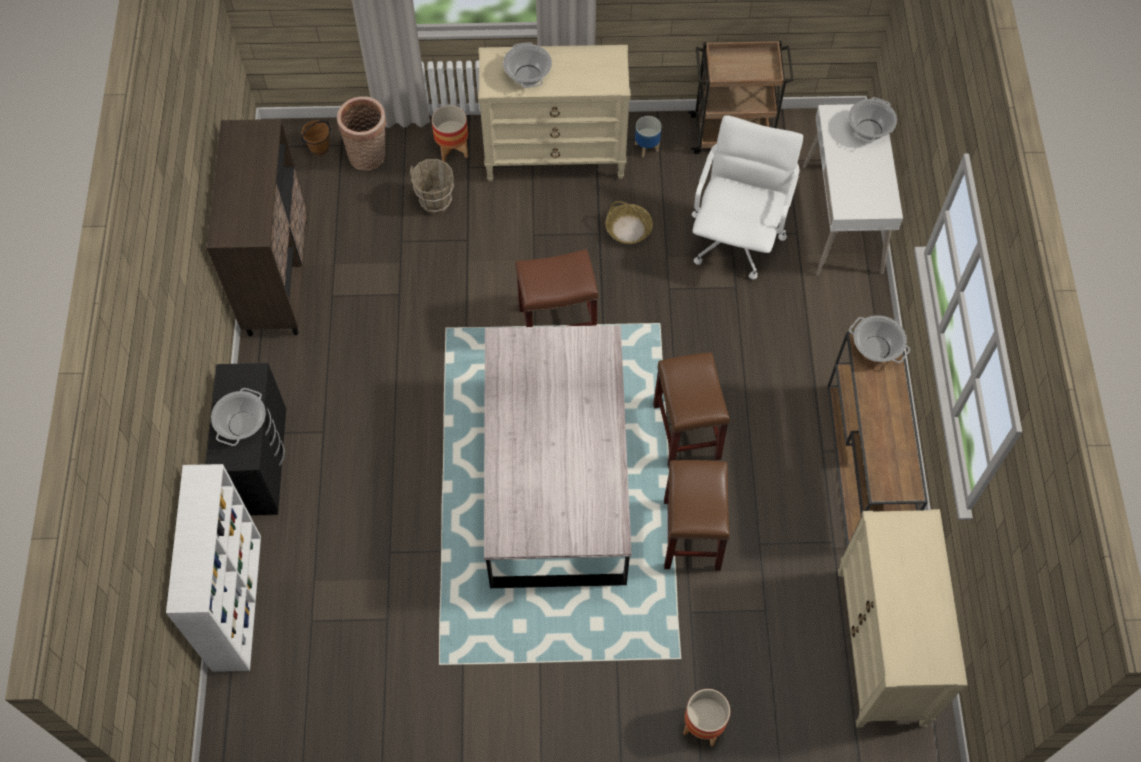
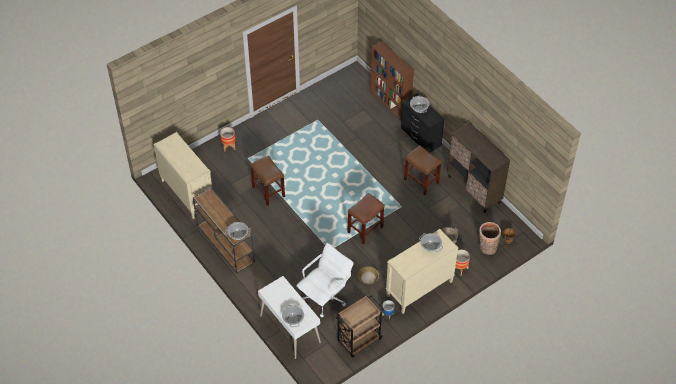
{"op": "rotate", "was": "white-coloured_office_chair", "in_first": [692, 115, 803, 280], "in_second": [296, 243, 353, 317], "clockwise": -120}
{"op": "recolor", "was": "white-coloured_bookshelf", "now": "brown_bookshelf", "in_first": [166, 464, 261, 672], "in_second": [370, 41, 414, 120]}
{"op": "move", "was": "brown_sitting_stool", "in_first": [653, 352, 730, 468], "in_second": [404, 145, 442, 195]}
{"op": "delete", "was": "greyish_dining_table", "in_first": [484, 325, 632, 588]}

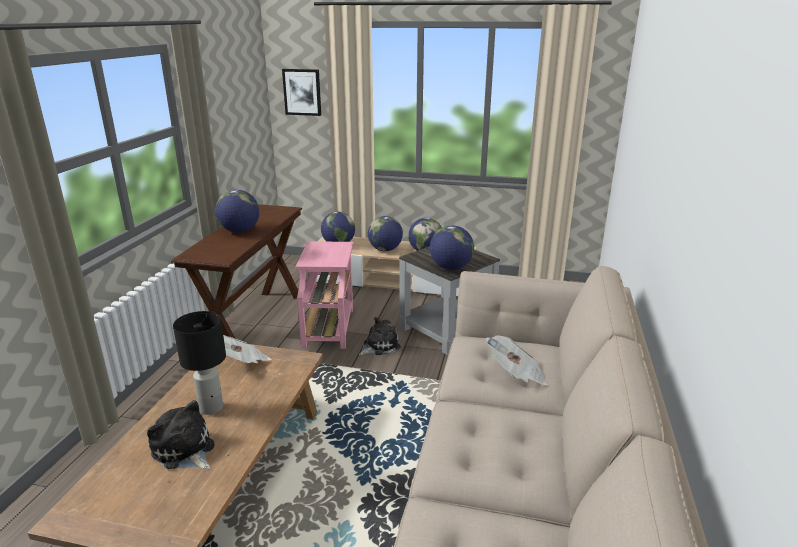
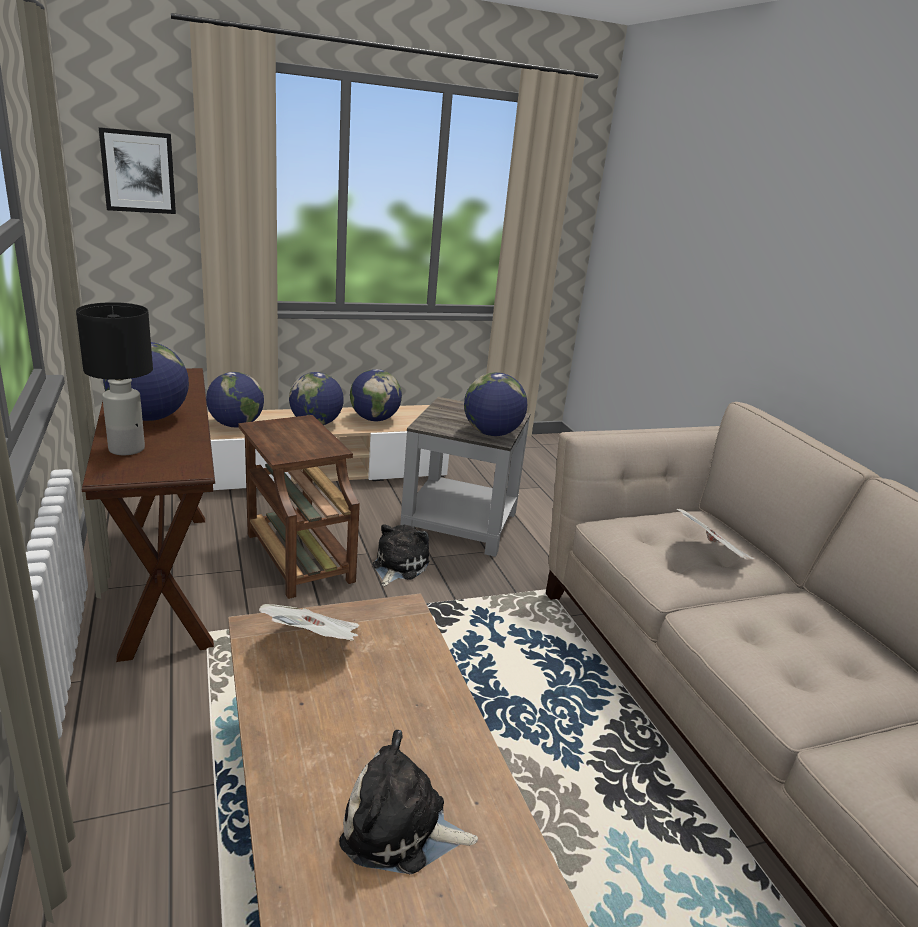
{"op": "move", "was": "black-coloured_tabletop_lamp", "in_first": [173, 311, 226, 415], "in_second": [76, 302, 153, 455]}
{"op": "recolor", "was": "pinkish_end_table", "now": "brown_end_table", "in_first": [296, 241, 354, 349], "in_second": [238, 415, 360, 599]}

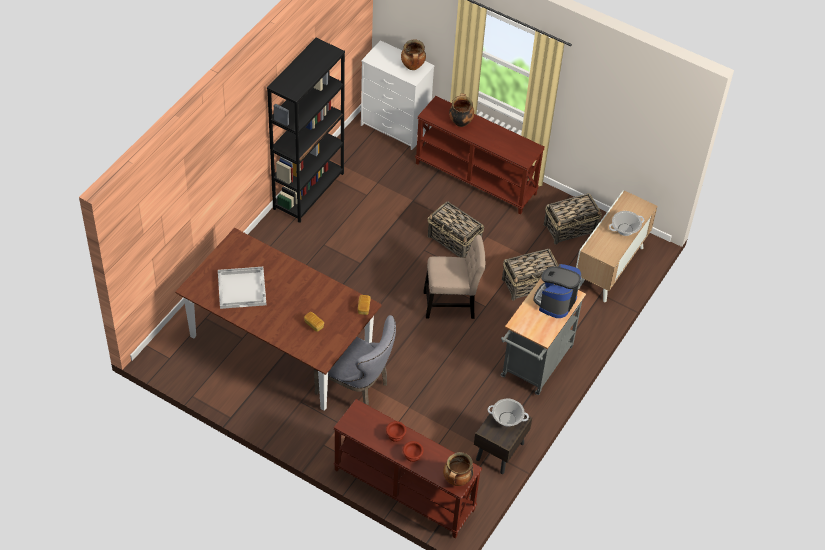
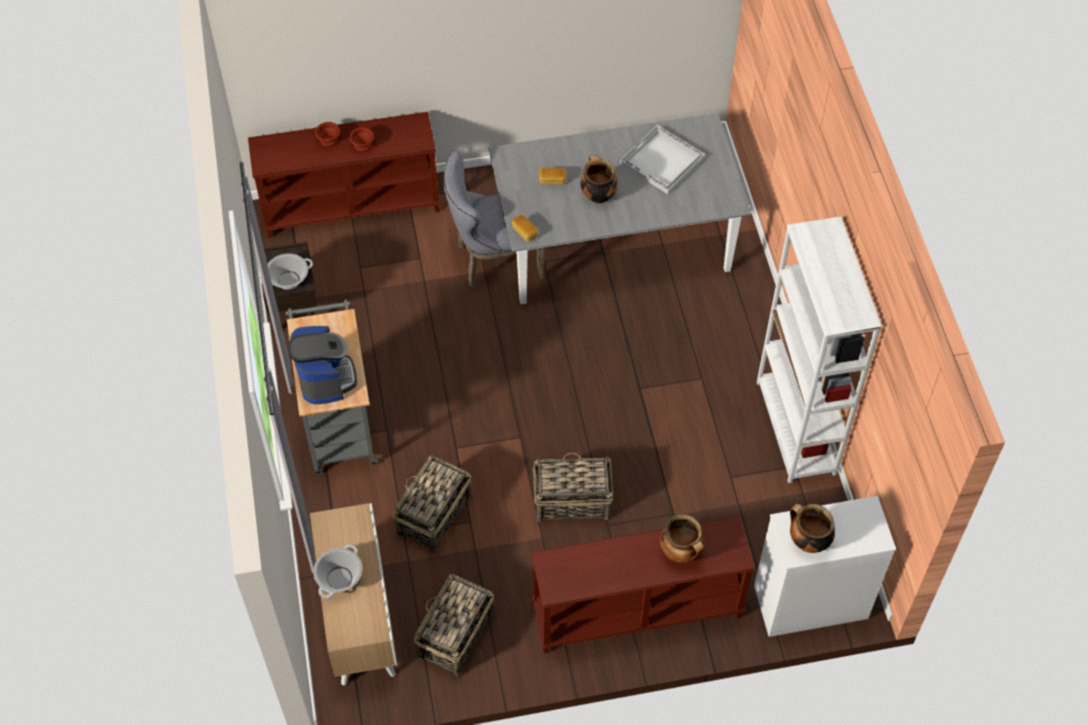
{"op": "recolor", "was": "brown_dining_table", "now": "greyish_dining_table", "in_first": [175, 228, 382, 411], "in_second": [488, 113, 751, 304]}
{"op": "move", "was": "saucepot", "in_first": [443, 452, 474, 486], "in_second": [580, 155, 618, 203]}
{"op": "recolor", "was": "black-coloured_bookshelf", "now": "white-coloured_bookshelf", "in_first": [267, 38, 345, 223], "in_second": [757, 216, 882, 483]}
{"op": "delete", "was": "beige_upright_chair", "in_first": [423, 235, 486, 319]}

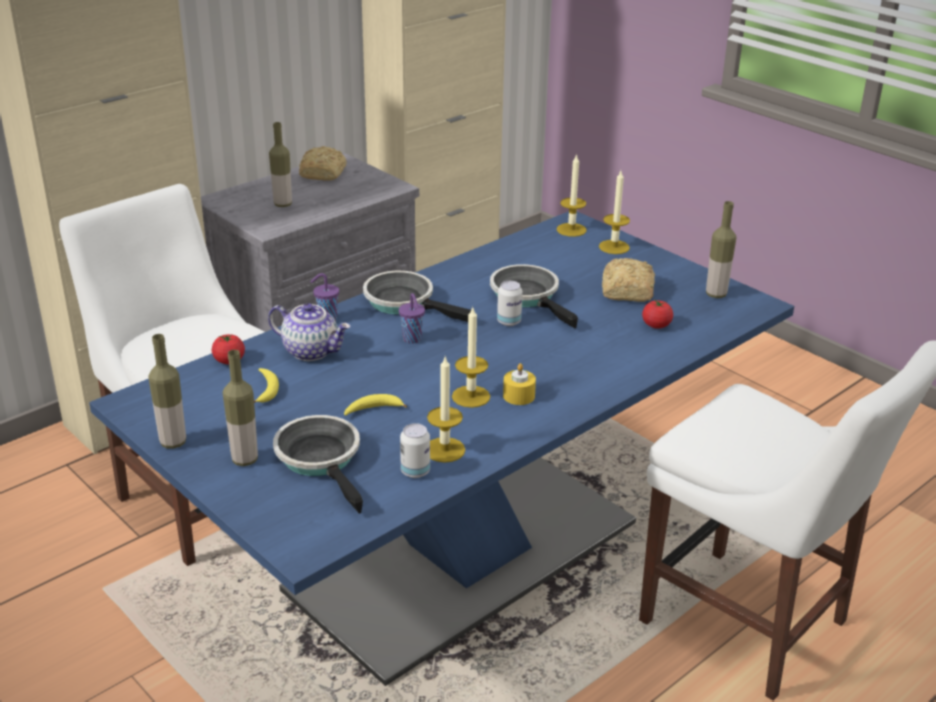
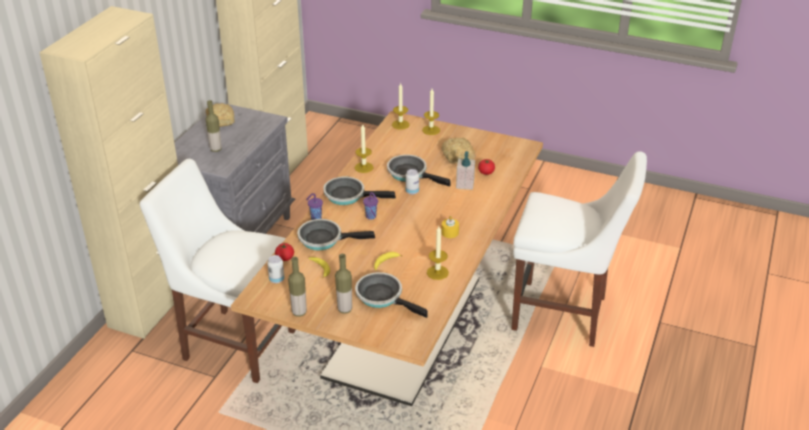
{"op": "recolor", "was": "blue_dining_table", "now": "beige_dining_table", "in_first": [89, 211, 794, 686], "in_second": [231, 111, 543, 406]}
{"op": "move", "was": "sealed_can", "in_first": [400, 423, 430, 478], "in_second": [267, 255, 285, 283]}
{"op": "replace", "was": "tea_pot", "now": "skillet", "in_first": [268, 303, 351, 361], "in_second": [297, 219, 375, 250]}
{"op": "move", "was": "candle", "in_first": [452, 308, 490, 408], "in_second": [355, 124, 374, 173]}
{"op": "insert", "now": "soap_bottle", "in_second": [456, 151, 475, 190]}
{"op": "delete", "was": "beverage_bottle", "in_first": [706, 201, 736, 298]}

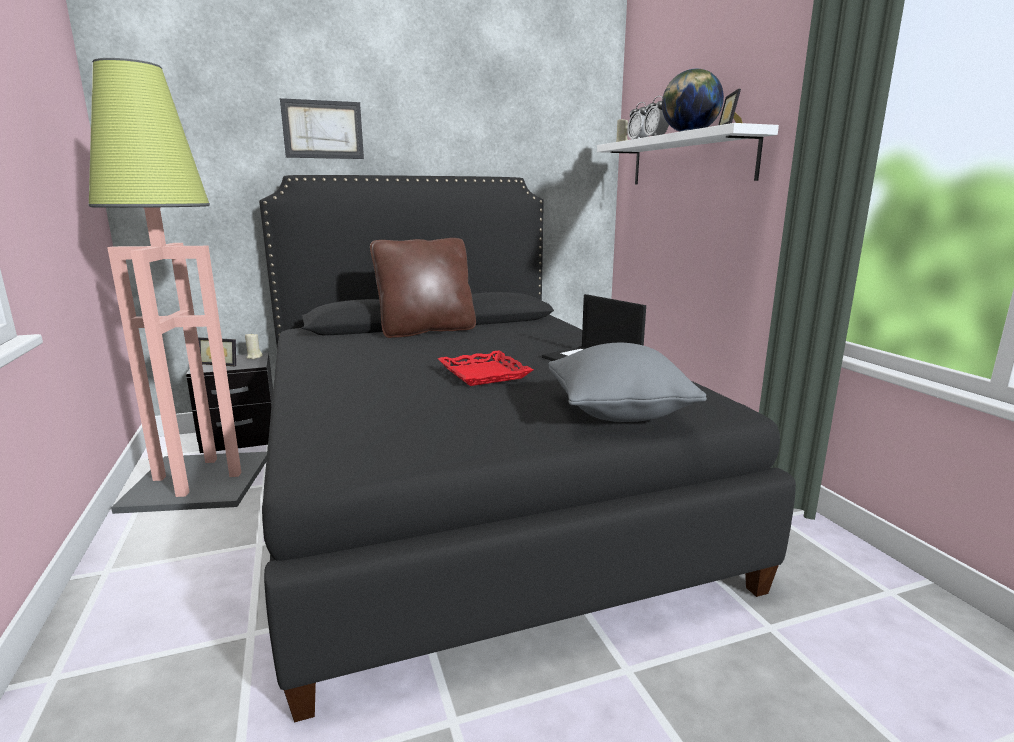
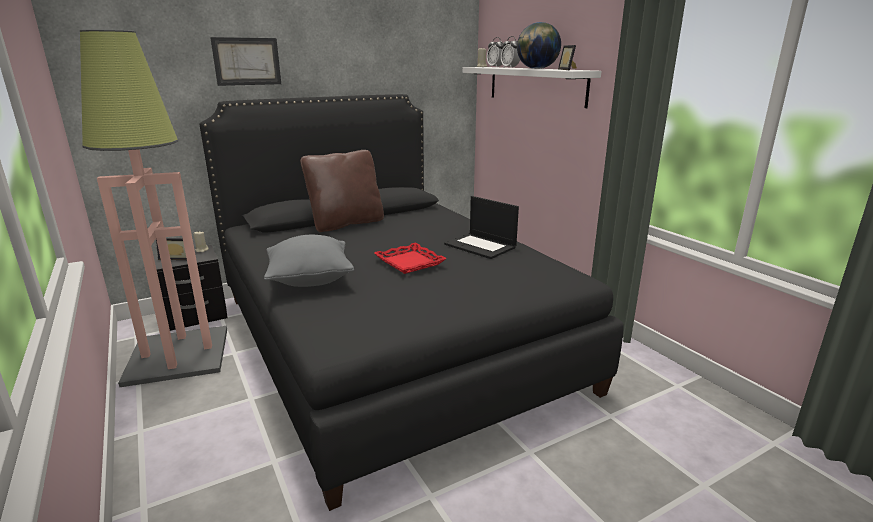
{"op": "move", "was": "greyish_cushion", "in_first": [549, 343, 707, 422], "in_second": [264, 235, 354, 287]}

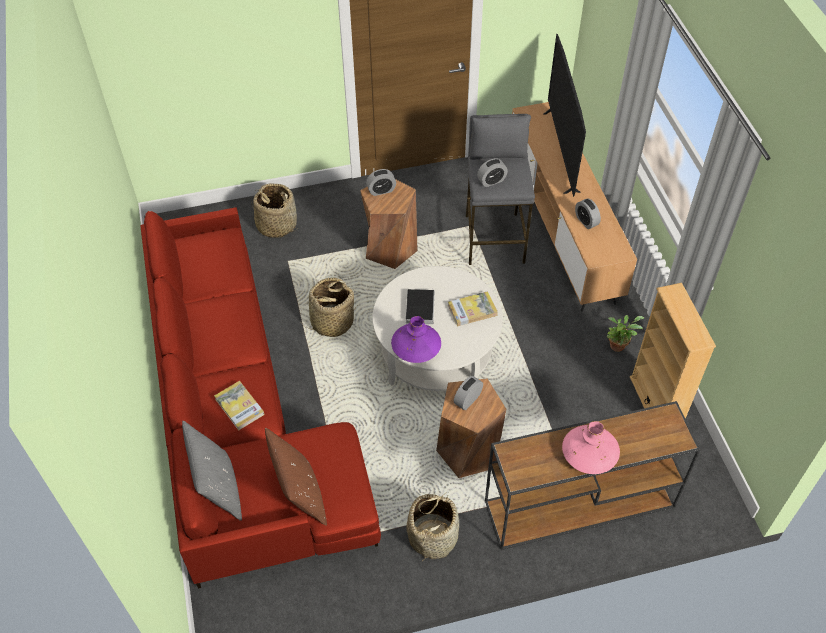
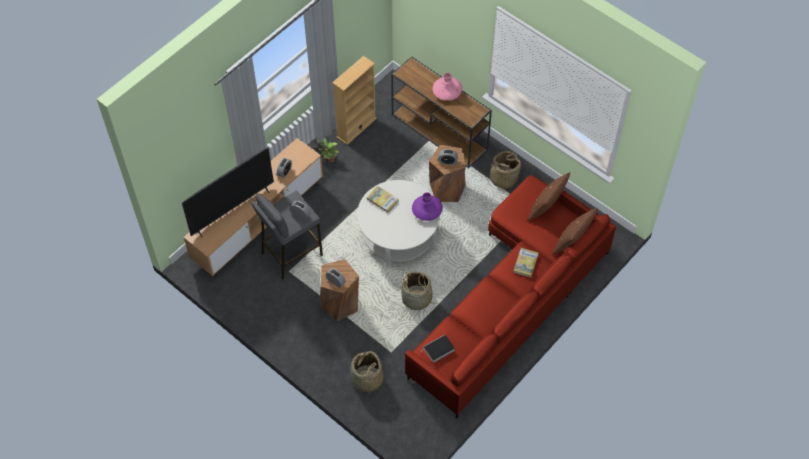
{"op": "move", "was": "volume", "in_first": [406, 289, 435, 324], "in_second": [421, 335, 455, 363]}
{"op": "recolor", "was": "greyish_cushion", "now": "brown_cushion", "in_first": [182, 421, 242, 521], "in_second": [553, 208, 598, 255]}

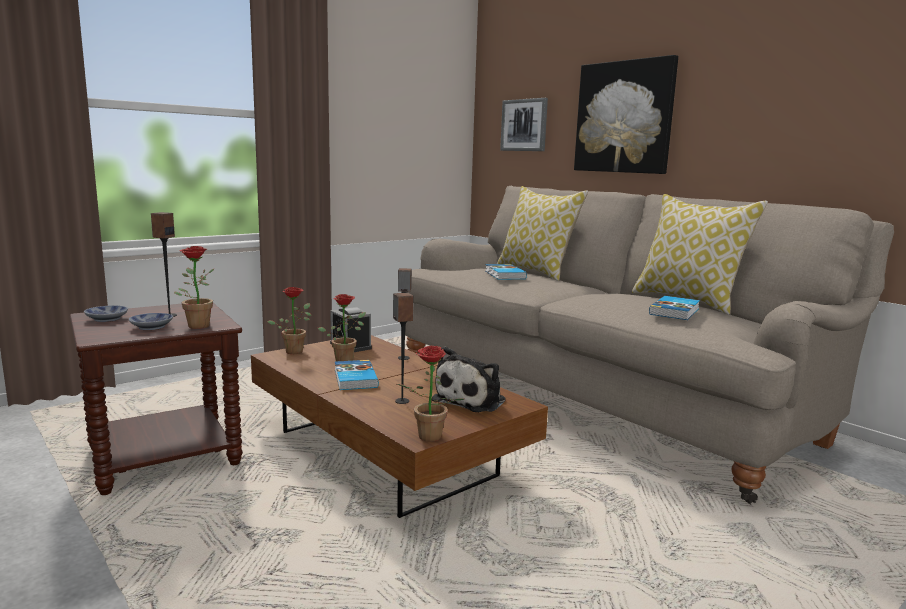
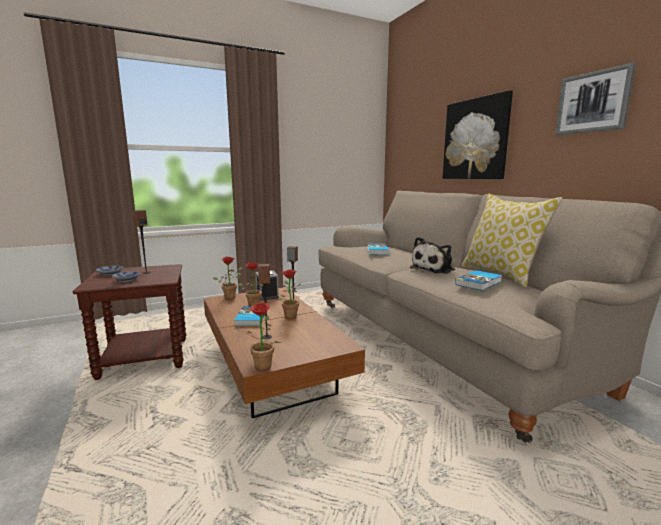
{"op": "move", "was": "plant_in_a_pot", "in_first": [174, 246, 214, 329], "in_second": [278, 270, 301, 319]}
{"op": "move", "was": "soft_toy", "in_first": [432, 346, 506, 412], "in_second": [410, 237, 455, 274]}
{"op": "move", "was": "wall_art", "in_first": [500, 98, 548, 151], "in_second": [555, 63, 636, 135]}
{"op": "delete", "was": "cushion", "in_first": [497, 186, 588, 281]}

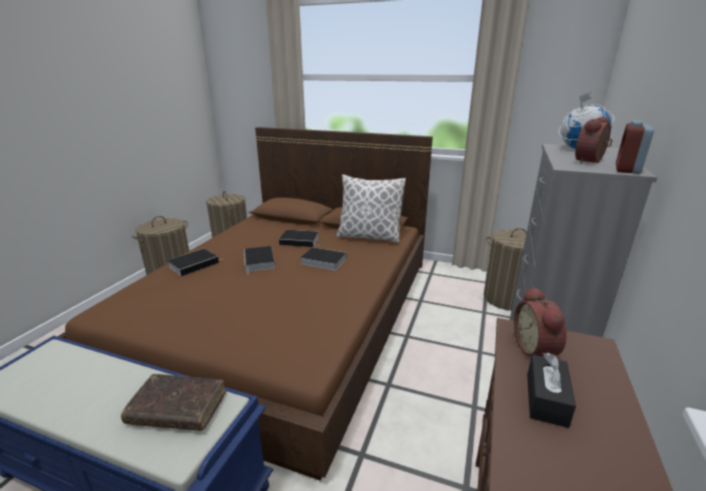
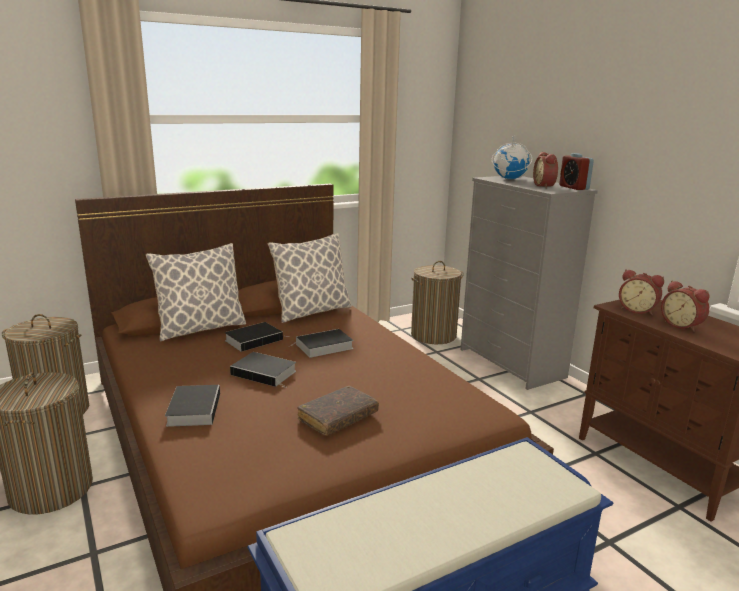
{"op": "insert", "now": "cushion", "in_second": [146, 243, 246, 341]}
{"op": "move", "was": "brown_volume", "in_first": [121, 374, 226, 431], "in_second": [297, 386, 379, 436]}
{"op": "replace", "was": "black-coloured_tissue_box", "now": "bedside_clock", "in_first": [527, 353, 576, 428], "in_second": [661, 281, 709, 332]}

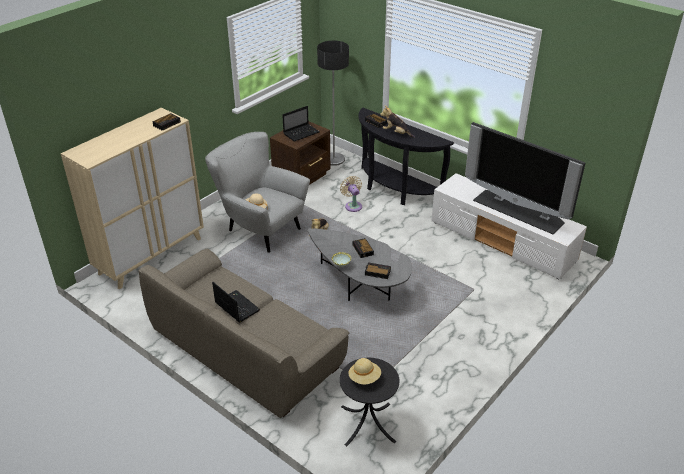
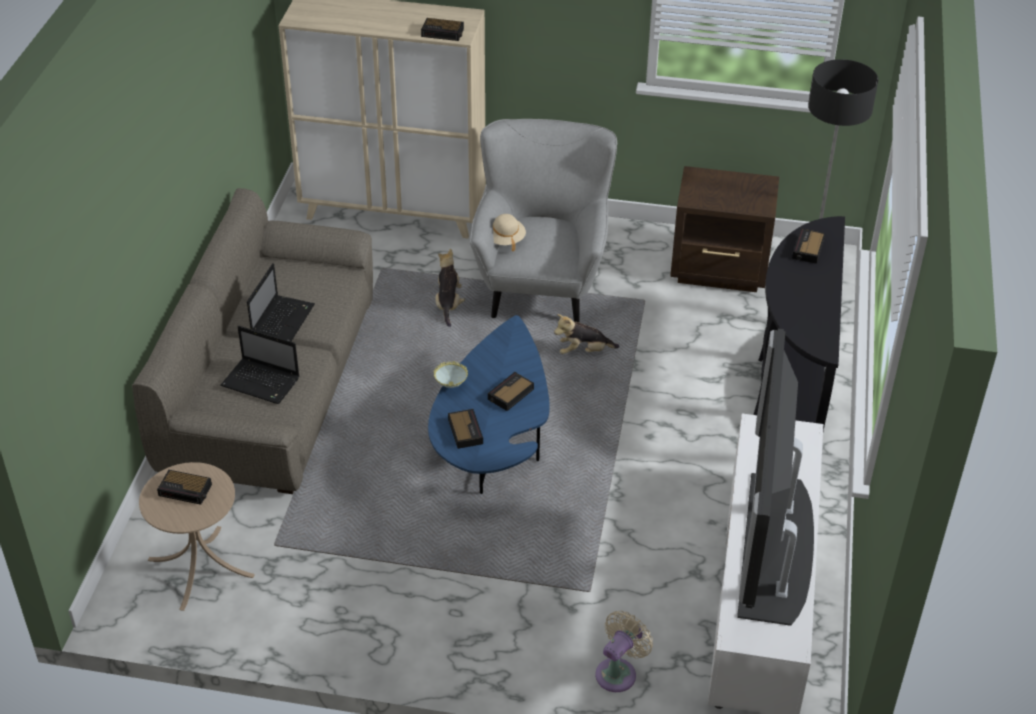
{"op": "recolor", "was": "black-coloured_end_table", "now": "beige_end_table", "in_first": [340, 358, 400, 446], "in_second": [139, 462, 255, 611]}
{"op": "replace", "was": "beige_hat", "now": "bedside_clock", "in_first": [348, 358, 381, 384], "in_second": [157, 470, 212, 505]}
{"op": "move", "was": "laptop", "in_first": [282, 106, 320, 142], "in_second": [220, 326, 299, 404]}
{"op": "recolor", "was": "greyish_low_table", "now": "blue_low_table", "in_first": [308, 228, 412, 301], "in_second": [428, 315, 550, 494]}
{"op": "move", "was": "soft_toy", "in_first": [380, 105, 415, 138], "in_second": [435, 249, 465, 327]}
{"op": "move", "was": "beige_electric_fan", "in_first": [340, 176, 362, 212], "in_second": [596, 611, 653, 692]}

